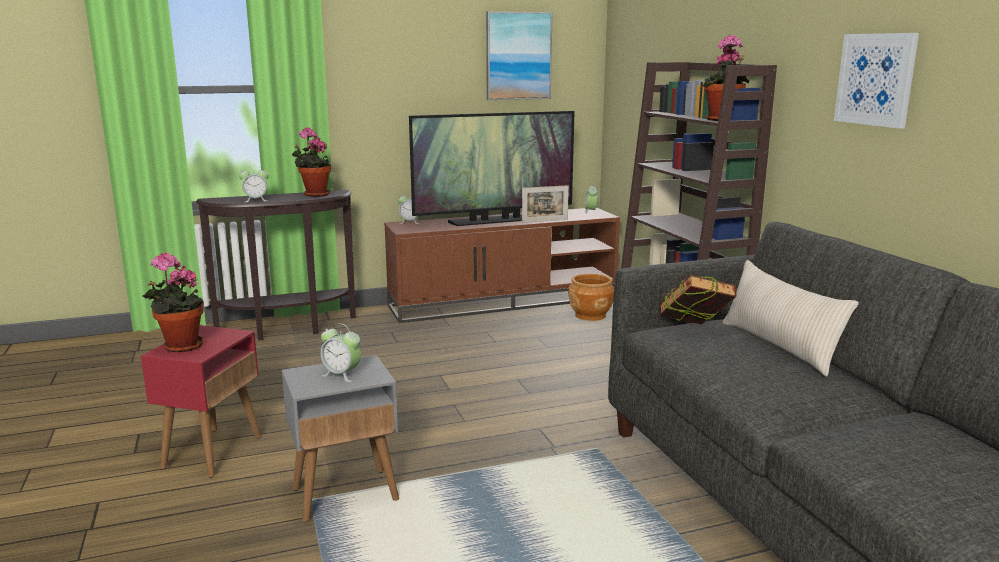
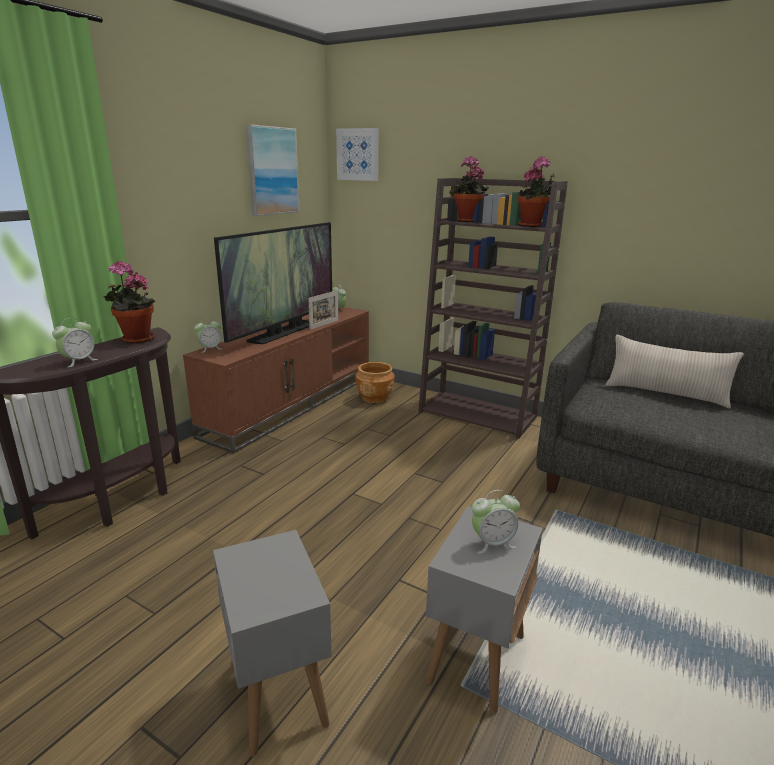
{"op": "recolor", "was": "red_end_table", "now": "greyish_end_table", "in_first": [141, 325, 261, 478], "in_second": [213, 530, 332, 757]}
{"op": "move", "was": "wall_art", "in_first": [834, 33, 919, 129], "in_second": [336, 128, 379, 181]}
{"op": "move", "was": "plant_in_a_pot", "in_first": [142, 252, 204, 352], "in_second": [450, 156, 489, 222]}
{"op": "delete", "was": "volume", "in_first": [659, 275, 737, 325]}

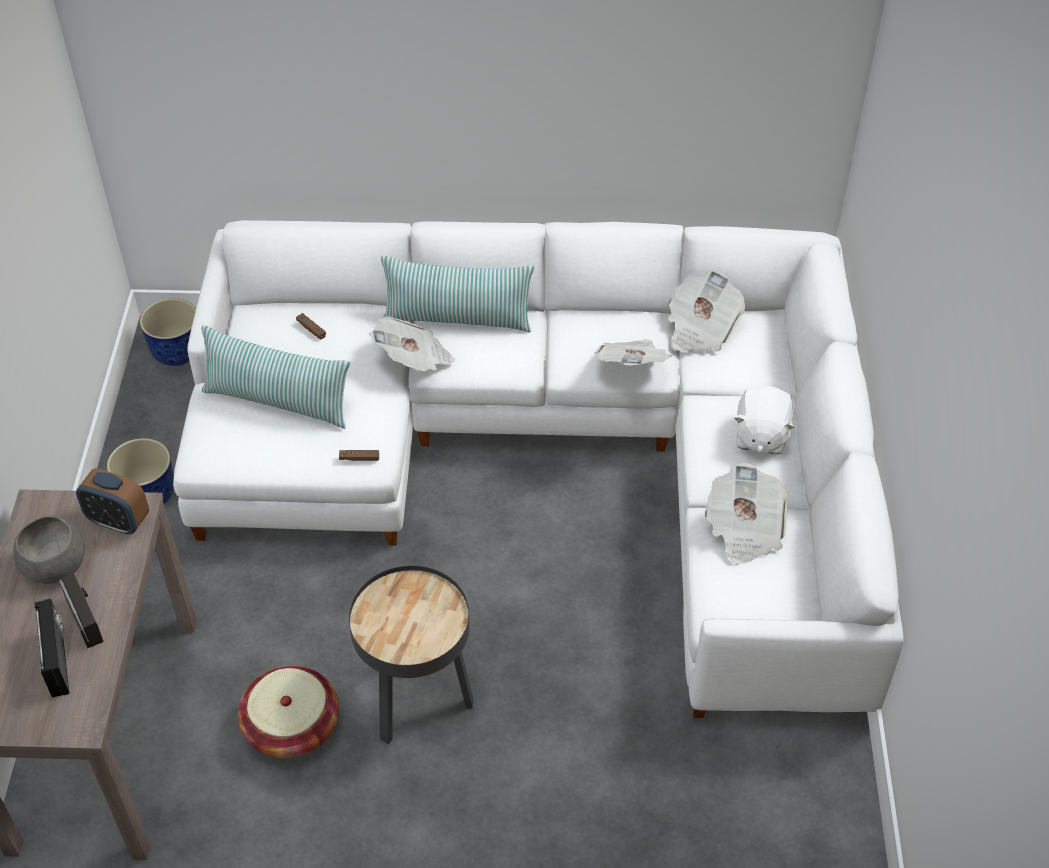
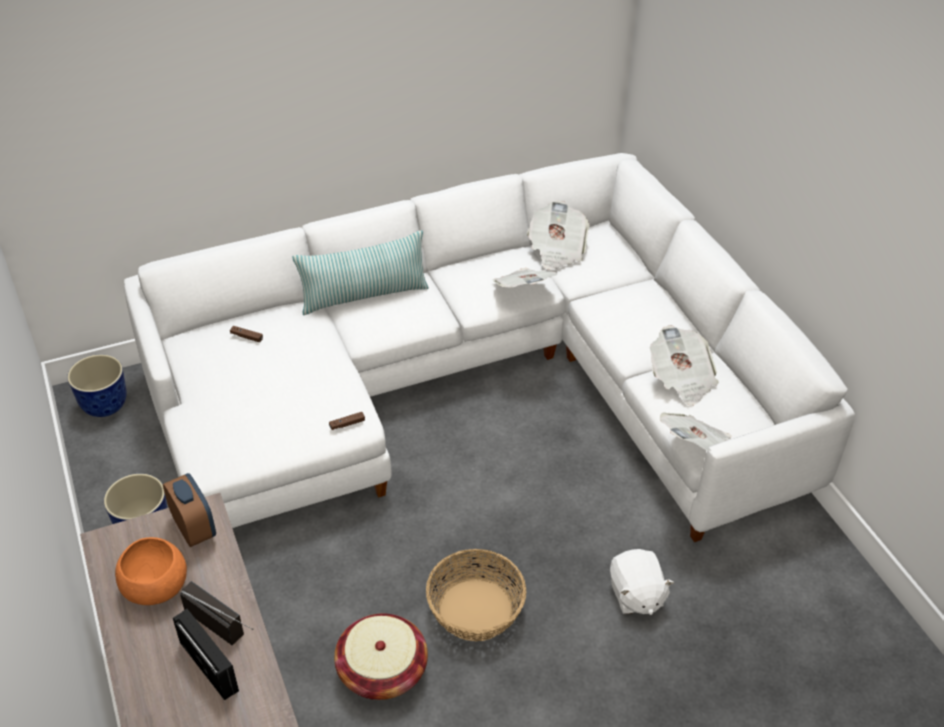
{"op": "recolor", "was": "greyish_deep_dish", "now": "orange_deep_dish", "in_first": [13, 515, 85, 584], "in_second": [115, 537, 187, 605]}
{"op": "rotate", "was": "bedside_clock", "in_first": [76, 468, 149, 535], "in_second": [163, 473, 216, 547], "clockwise": -120}
{"op": "replace", "was": "black-coloured_end_table", "now": "basket", "in_first": [349, 566, 474, 744], "in_second": [426, 549, 526, 641]}
{"op": "move", "was": "white-coloured_soft_toy", "in_first": [734, 385, 795, 455], "in_second": [610, 549, 674, 615]}
{"op": "move", "was": "daily_paper", "in_first": [369, 316, 455, 372], "in_second": [660, 413, 732, 451]}
{"op": "delete", "was": "cushion", "in_first": [202, 325, 350, 429]}

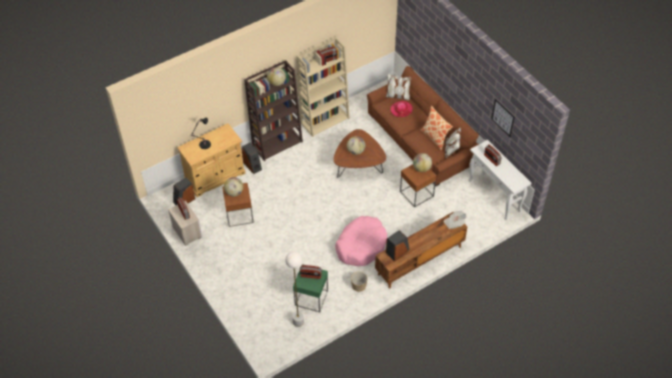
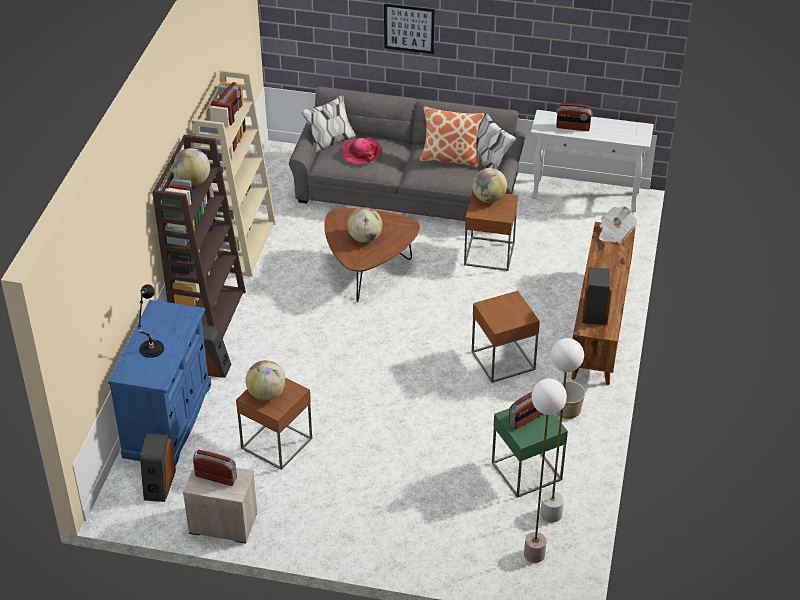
{"op": "recolor", "was": "beige_storage_cabinet", "now": "blue_storage_cabinet", "in_first": [177, 123, 246, 197], "in_second": [108, 300, 211, 467]}
{"op": "recolor", "was": "brown_couch", "now": "greyish_couch", "in_first": [367, 66, 479, 186], "in_second": [289, 86, 525, 221]}
{"op": "move", "was": "wall_art", "in_first": [491, 99, 515, 137], "in_second": [384, 3, 435, 54]}
{"op": "replace", "was": "pinkish_dog_cushion", "now": "brown_end_table", "in_first": [335, 216, 387, 266], "in_second": [472, 291, 540, 383]}
{"op": "insert", "now": "floor_lamp", "in_second": [524, 379, 567, 563]}

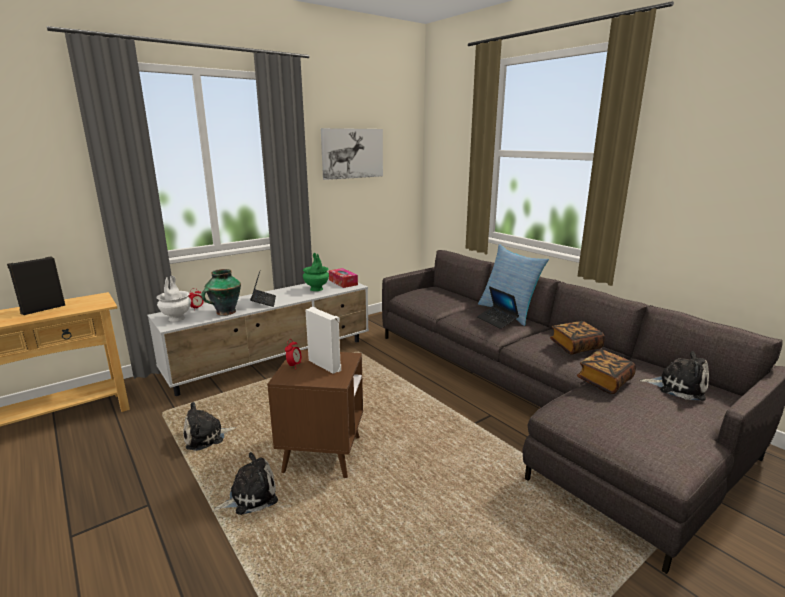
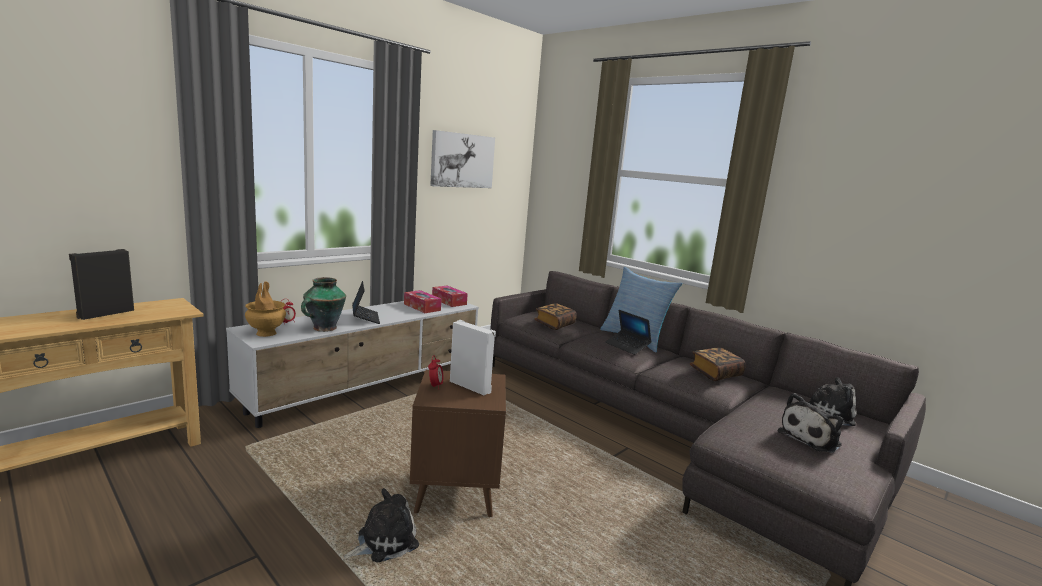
{"op": "recolor", "was": "white-coloured_decorative_vase", "now": "brown_decorative_vase", "in_first": [156, 276, 191, 322], "in_second": [245, 281, 286, 337]}
{"op": "replace", "was": "green-coloured_decorative_vase", "now": "tissue_box", "in_first": [303, 253, 329, 291], "in_second": [404, 290, 441, 313]}
{"op": "move", "was": "volume", "in_first": [577, 349, 636, 394], "in_second": [535, 303, 577, 330]}
{"op": "move", "was": "soft_toy", "in_first": [183, 402, 237, 451], "in_second": [778, 393, 843, 453]}

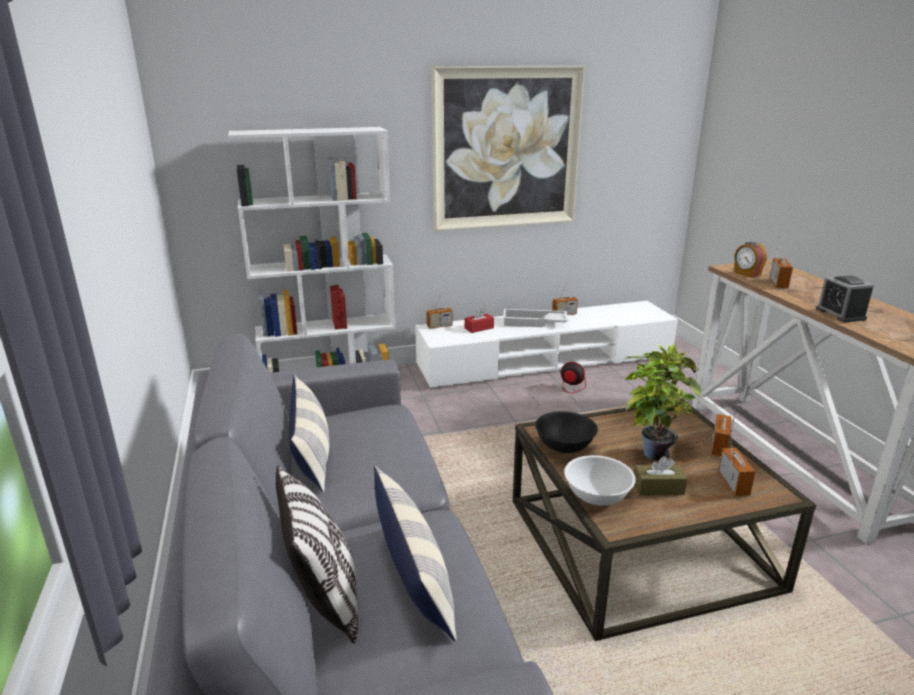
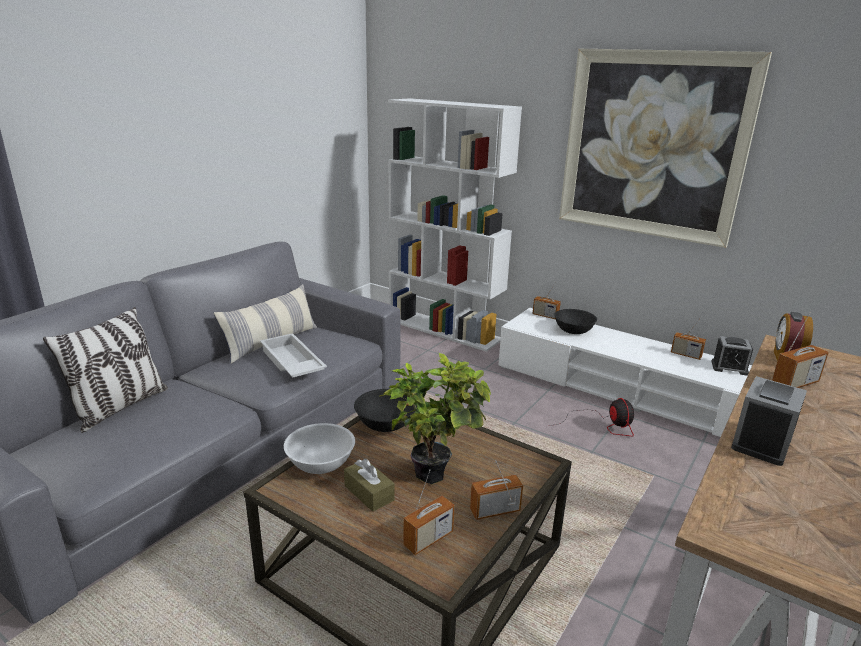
{"op": "move", "was": "white-coloured_carrying_tray", "in_first": [503, 309, 568, 327], "in_second": [260, 333, 327, 377]}
{"op": "replace", "was": "red_tissue_box", "now": "black-coloured_deep_dish", "in_first": [465, 308, 494, 333], "in_second": [554, 309, 597, 334]}
{"op": "insert", "now": "bedside_clock", "in_second": [711, 336, 753, 376]}
{"op": "delete", "was": "cushion", "in_first": [374, 466, 457, 642]}

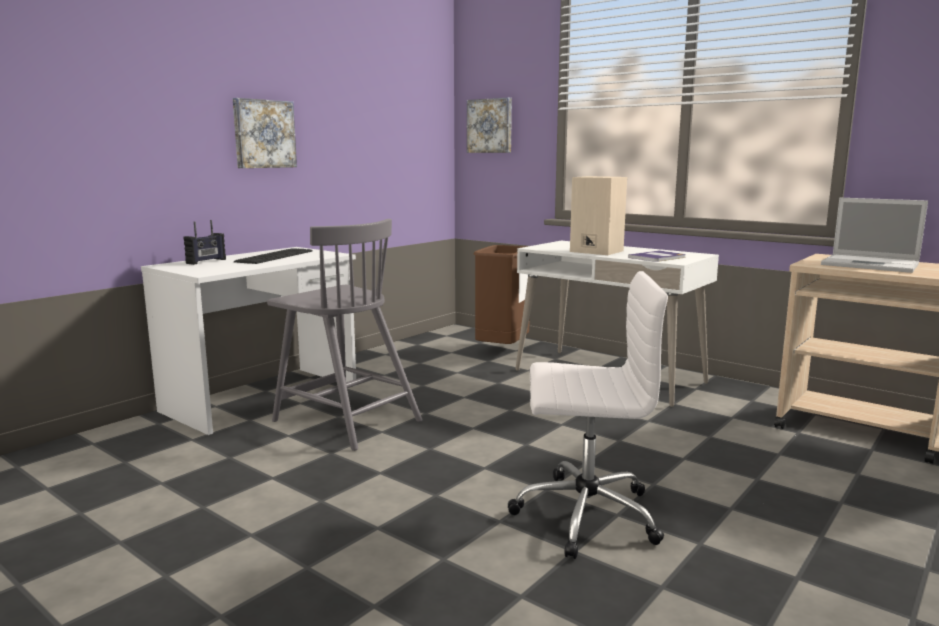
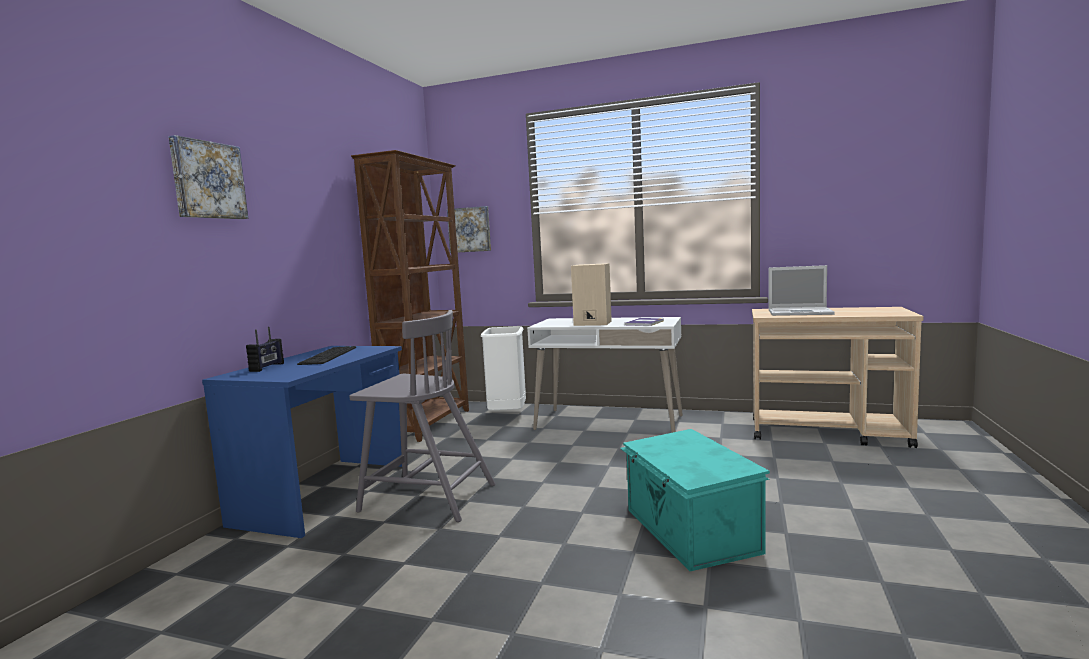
{"op": "move", "was": "wall_art", "in_first": [233, 98, 297, 168], "in_second": [168, 135, 248, 219]}
{"op": "recolor", "was": "white-coloured_desk_unit", "now": "blue_desk_unit", "in_first": [141, 247, 356, 435], "in_second": [202, 346, 402, 538]}
{"op": "insert", "now": "brown_bookshelf", "in_second": [351, 150, 469, 442]}
{"op": "recolor", "was": "brown_trash_can", "now": "white-coloured_trash_can", "in_first": [474, 245, 530, 344], "in_second": [481, 326, 526, 410]}
{"op": "replace", "was": "white-coloured_office_chair", "now": "turquoise_storage_container", "in_first": [508, 271, 668, 559], "in_second": [620, 429, 770, 571]}

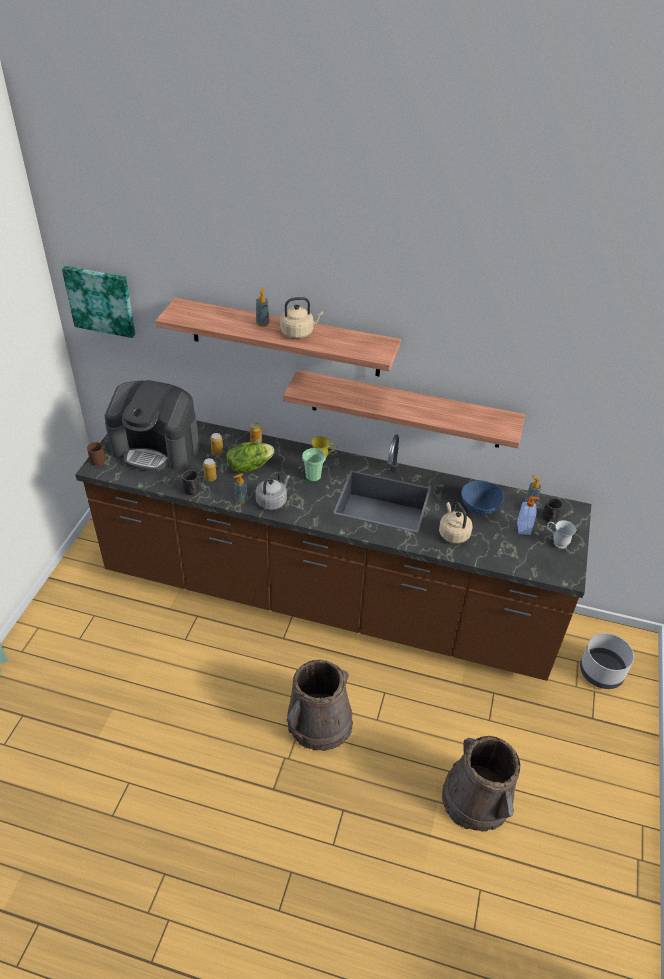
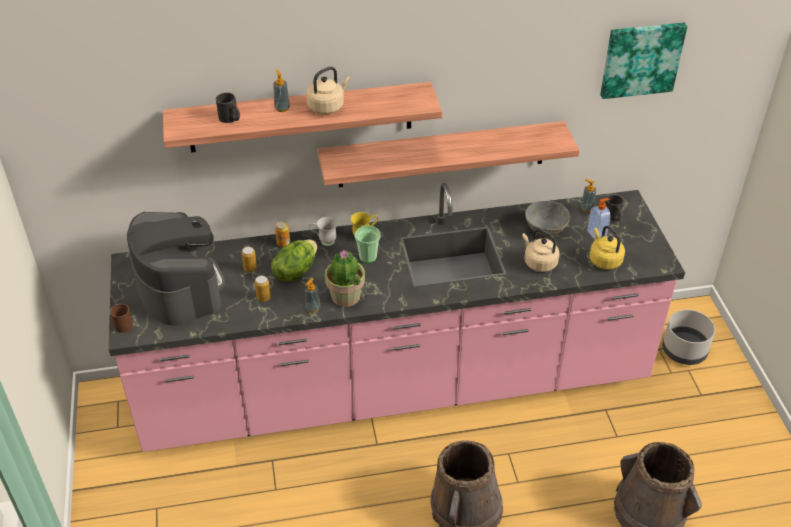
{"op": "recolor", "was": "brown_kitchen_base_unit", "now": "pinkish_kitchen_base_unit", "in_first": [75, 420, 591, 681], "in_second": [109, 183, 685, 452]}
{"op": "rotate", "was": "coffee_machine", "in_first": [105, 380, 199, 472], "in_second": [127, 212, 225, 325], "clockwise": -105}
{"op": "move", "was": "black-coloured_coffee_mug", "in_first": [182, 470, 200, 496], "in_second": [216, 93, 240, 123]}
{"op": "move", "was": "white-coloured_coffee_mug", "in_first": [547, 520, 576, 549], "in_second": [309, 217, 338, 246]}
{"op": "replace", "was": "greyish_kettle", "now": "plant_in_a_pot", "in_first": [255, 471, 290, 510], "in_second": [325, 250, 365, 307]}
{"op": "recolor", "was": "blue_deep_dish", "now": "greyish_deep_dish", "in_first": [461, 480, 504, 515], "in_second": [525, 201, 570, 236]}
{"op": "insert", "now": "yellowish_kettle", "in_second": [589, 226, 625, 270]}
{"op": "move", "was": "wall_art", "in_first": [62, 266, 135, 338], "in_second": [600, 23, 687, 99]}

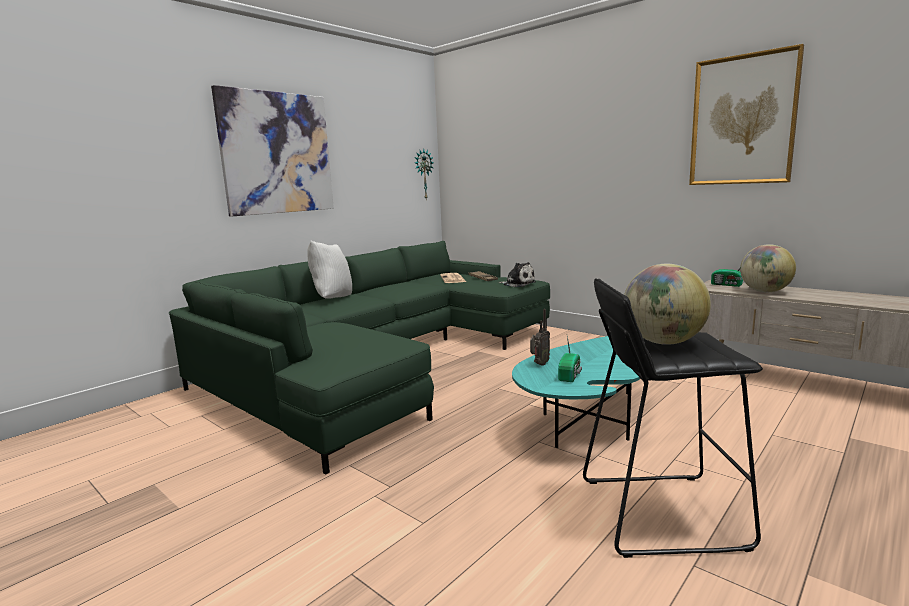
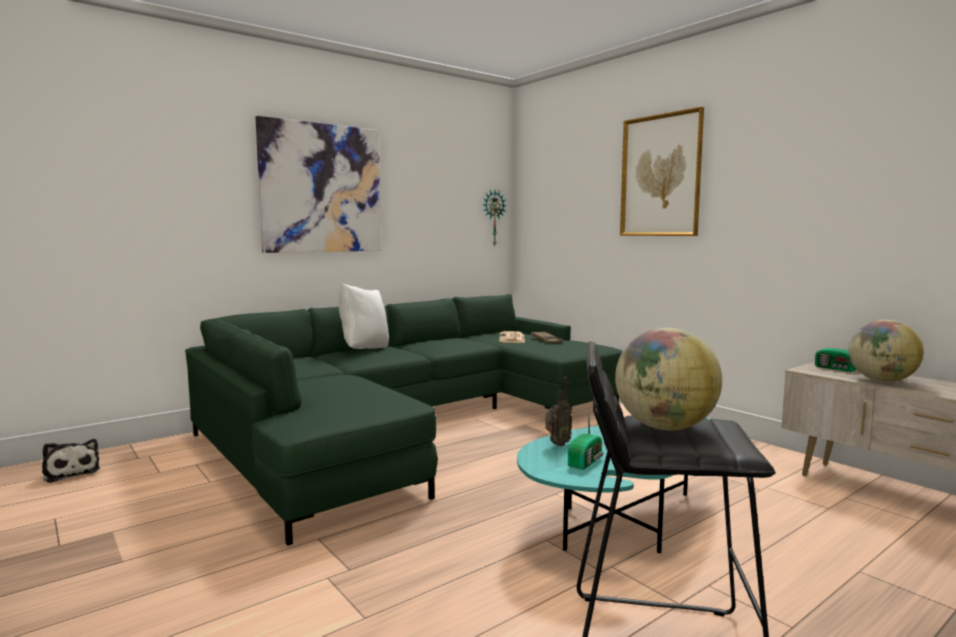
{"op": "move", "was": "soft_toy", "in_first": [498, 262, 536, 287], "in_second": [42, 439, 100, 483]}
{"op": "move", "was": "wall_art", "in_first": [689, 44, 804, 185], "in_second": [620, 107, 704, 236]}

